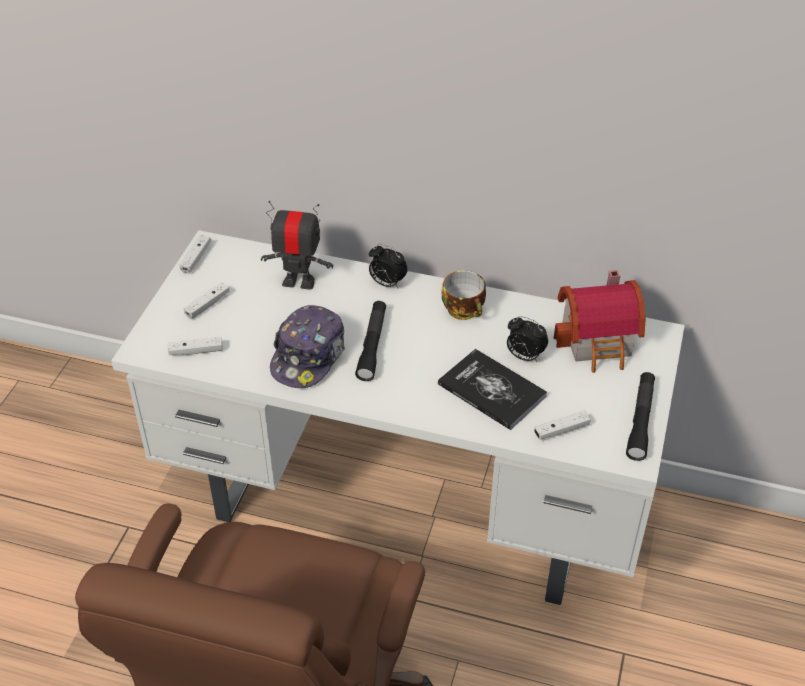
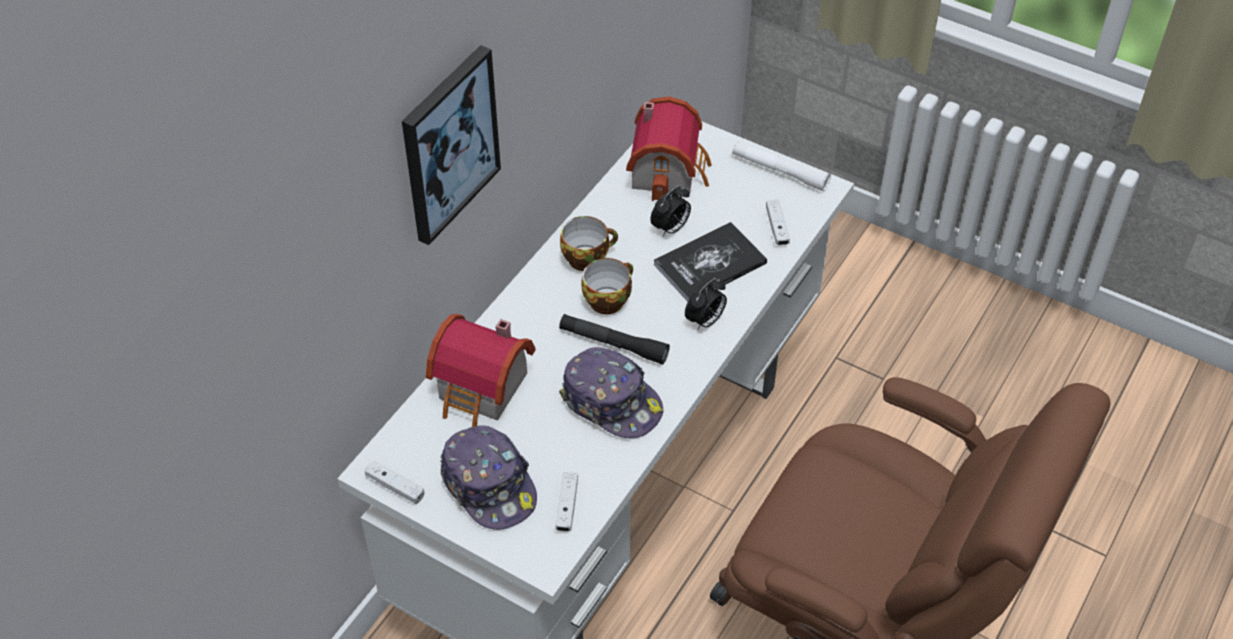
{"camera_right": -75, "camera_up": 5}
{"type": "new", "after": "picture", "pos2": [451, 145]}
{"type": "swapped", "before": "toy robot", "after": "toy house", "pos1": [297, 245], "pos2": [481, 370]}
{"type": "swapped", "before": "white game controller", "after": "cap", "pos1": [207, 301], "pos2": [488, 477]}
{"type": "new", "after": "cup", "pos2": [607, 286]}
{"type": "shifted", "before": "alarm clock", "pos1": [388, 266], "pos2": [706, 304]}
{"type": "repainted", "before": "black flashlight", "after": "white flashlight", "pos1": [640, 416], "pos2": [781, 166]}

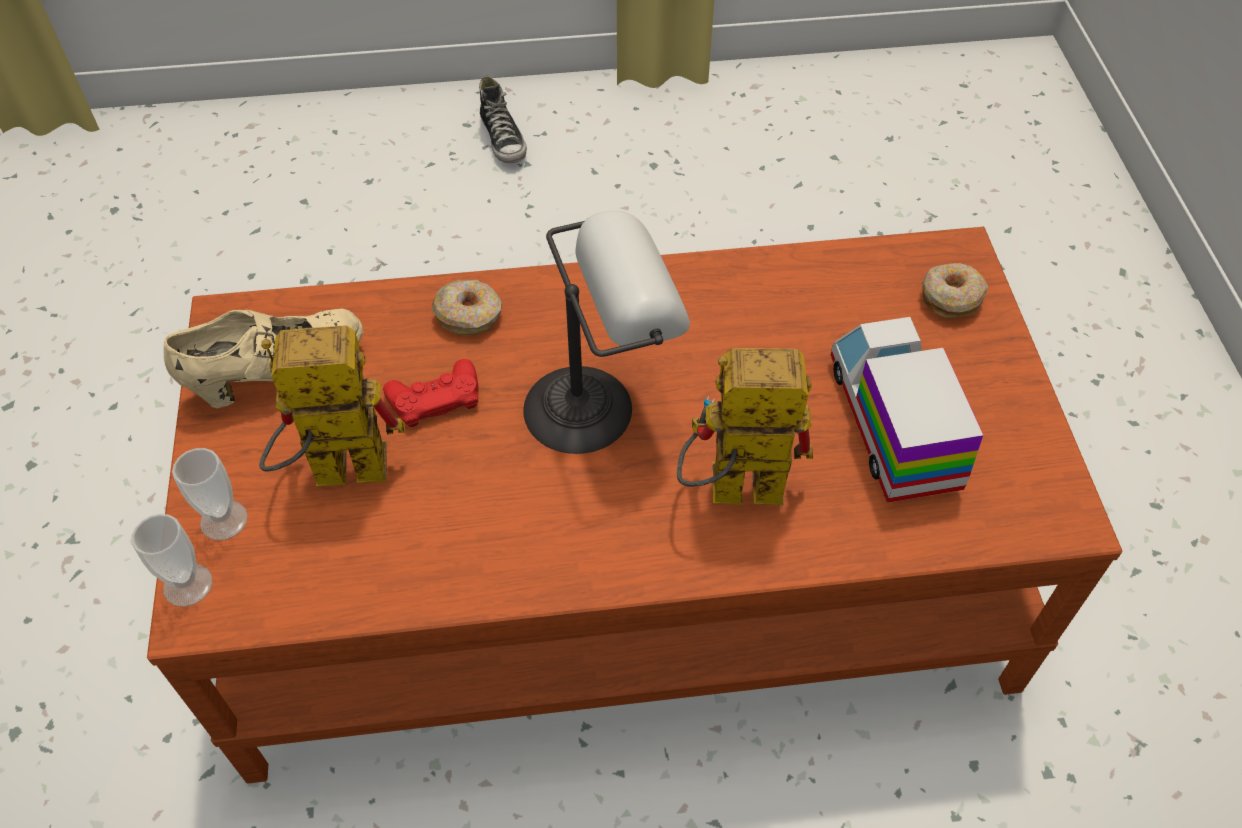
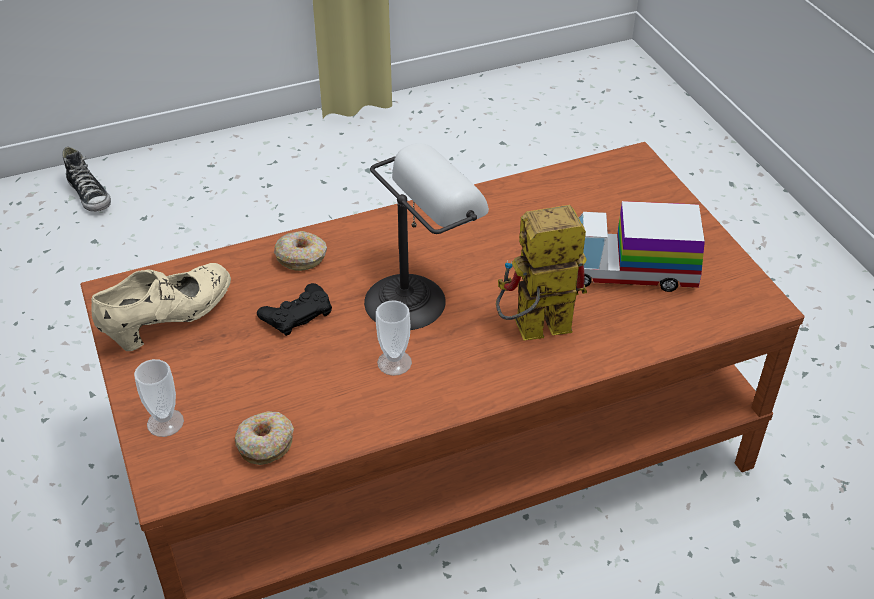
{"camera_right": -15, "camera_up": -10}
{"type": "shifted", "before": "shoe", "pos1": [503, 119], "pos2": [86, 179]}
{"type": "shifted", "before": "donut", "pos1": [955, 290], "pos2": [264, 438]}
{"type": "repainted", "before": "red game controller", "after": "black game controller", "pos1": [431, 393], "pos2": [294, 309]}
{"type": "shifted", "before": "cup", "pos1": [172, 560], "pos2": [394, 338]}
{"type": "rotated", "before": "toy truck", "pos1": [907, 410], "pos2": [641, 246], "turn": -60}
{"type": "gone", "before": "toy robot", "pos1": [332, 405]}

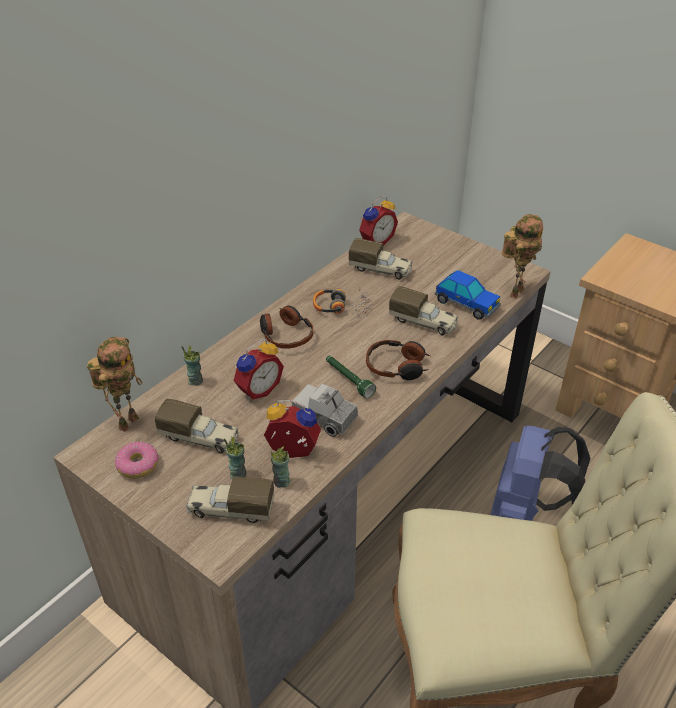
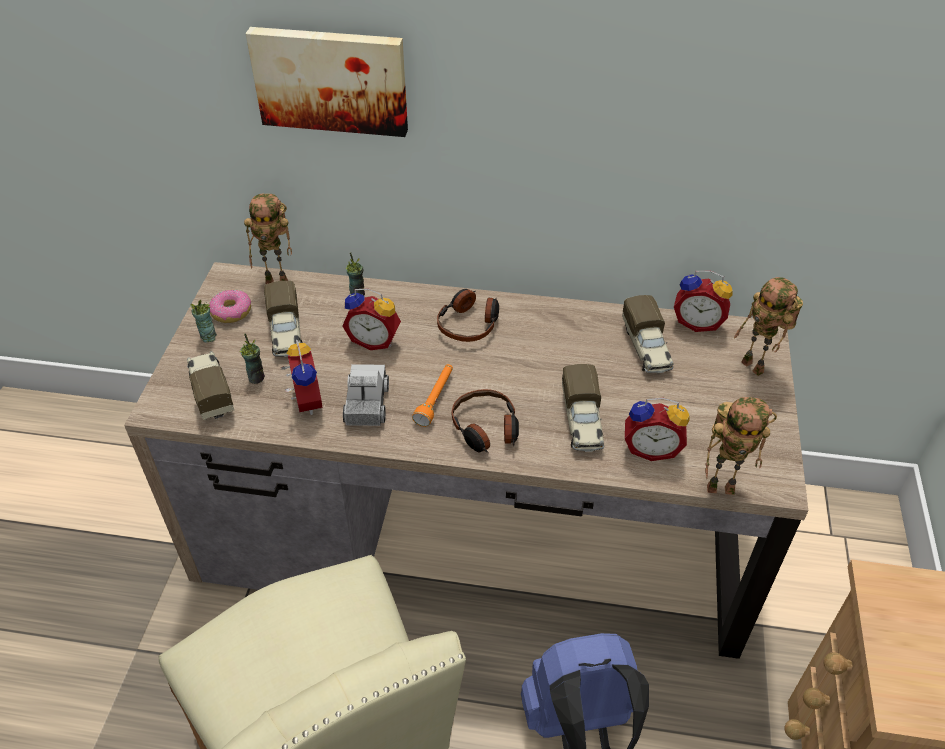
{"camera_right": 60, "camera_up": 5}
{"type": "shifted", "before": "cup", "pos1": [281, 467], "pos2": [203, 321]}
{"type": "new", "after": "picture", "pos2": [326, 82]}
{"type": "repainted", "before": "green flashlight", "after": "orange flashlight", "pos1": [351, 377], "pos2": [432, 395]}
{"type": "swapped", "before": "toy car", "after": "alarm clock", "pos1": [468, 295], "pos2": [657, 429]}
{"type": "new", "after": "toy robot", "pos2": [768, 326]}
{"type": "gone", "before": "headphones", "pos1": [342, 303]}

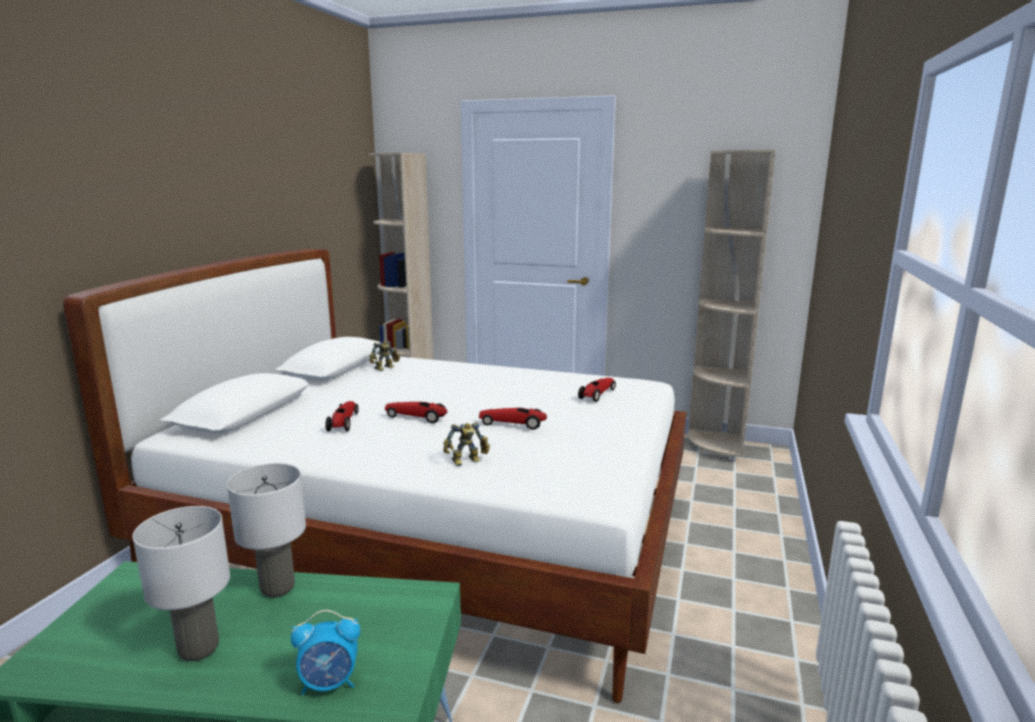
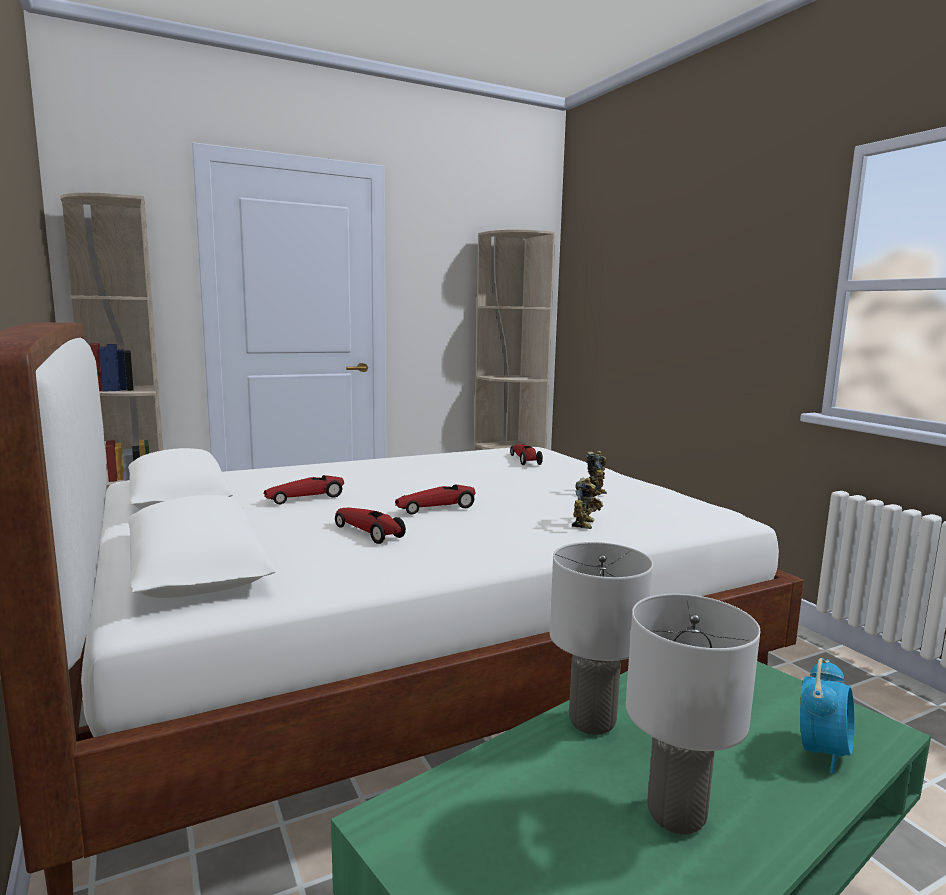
{"camera_right": -45, "camera_up": -5}
{"type": "shifted", "before": "toy car", "pos1": [513, 419], "pos2": [304, 489]}
{"type": "shifted", "before": "toy robot", "pos1": [384, 356], "pos2": [596, 472]}

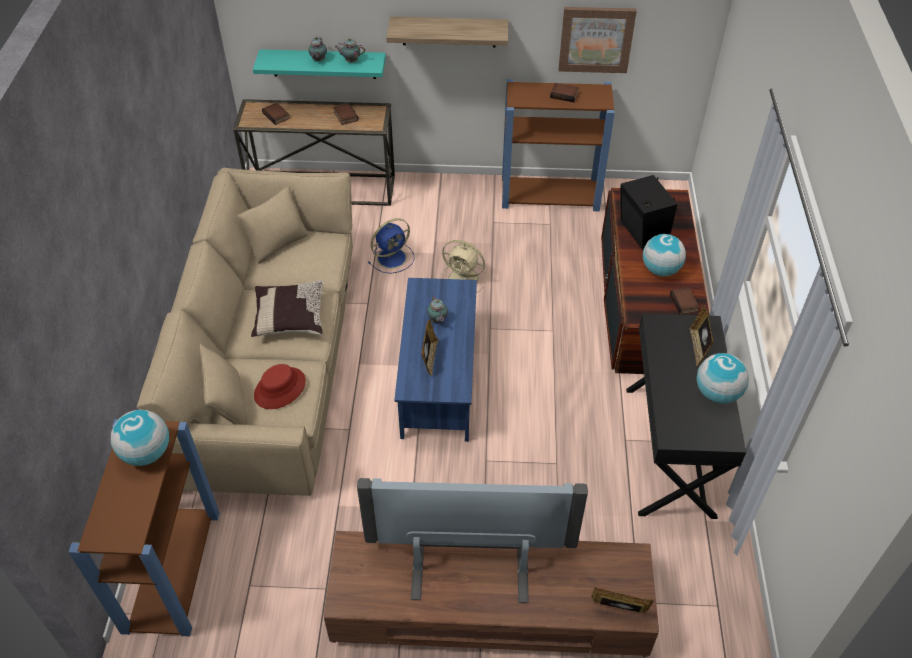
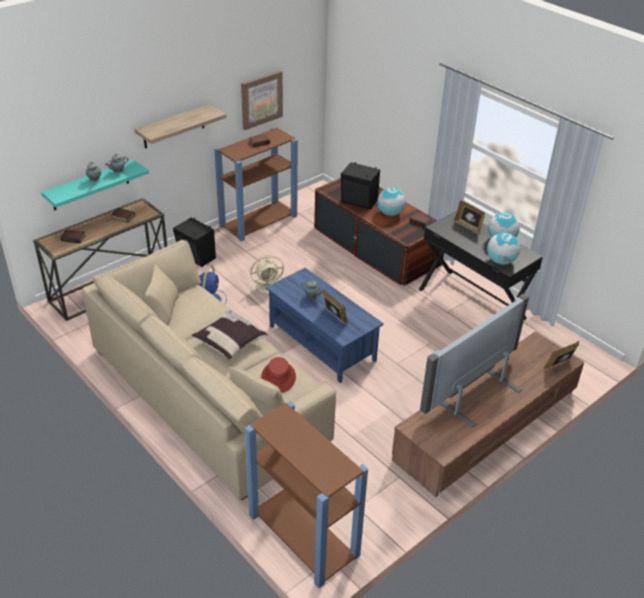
{"camera_right": -45, "camera_up": -10}
{"type": "new", "after": "black speaker", "pos2": [194, 242]}
{"type": "shifted", "before": "globe", "pos1": [140, 438], "pos2": [503, 248]}

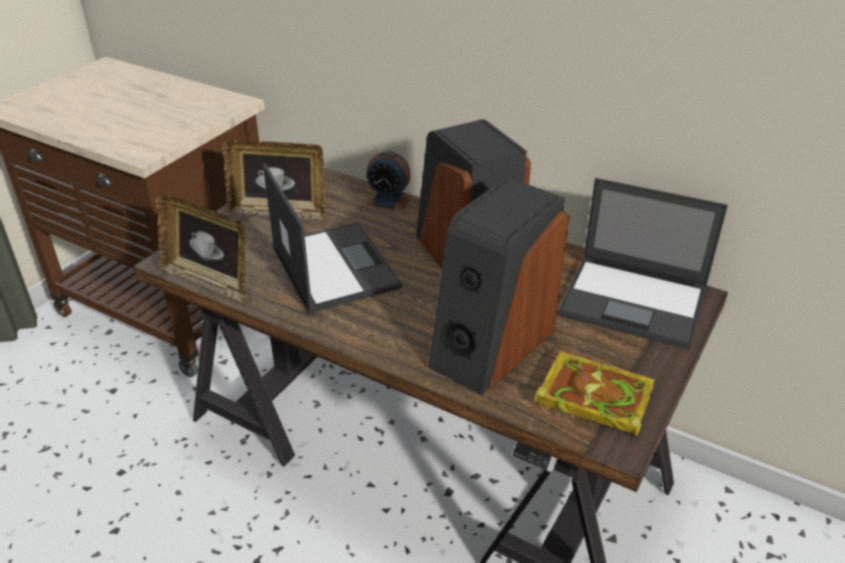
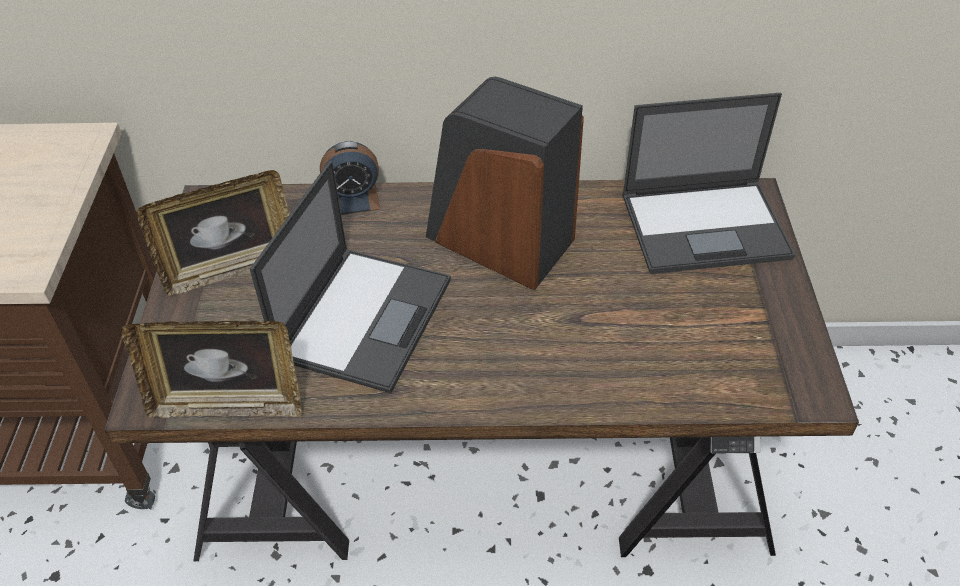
{"camera_right": -30, "camera_up": 10}
{"type": "rotated", "before": "laptop", "pos1": [332, 238], "pos2": [350, 277], "turn": 75}
{"type": "gone", "before": "speaker", "pos1": [498, 286]}
{"type": "gone", "before": "book", "pos1": [594, 394]}

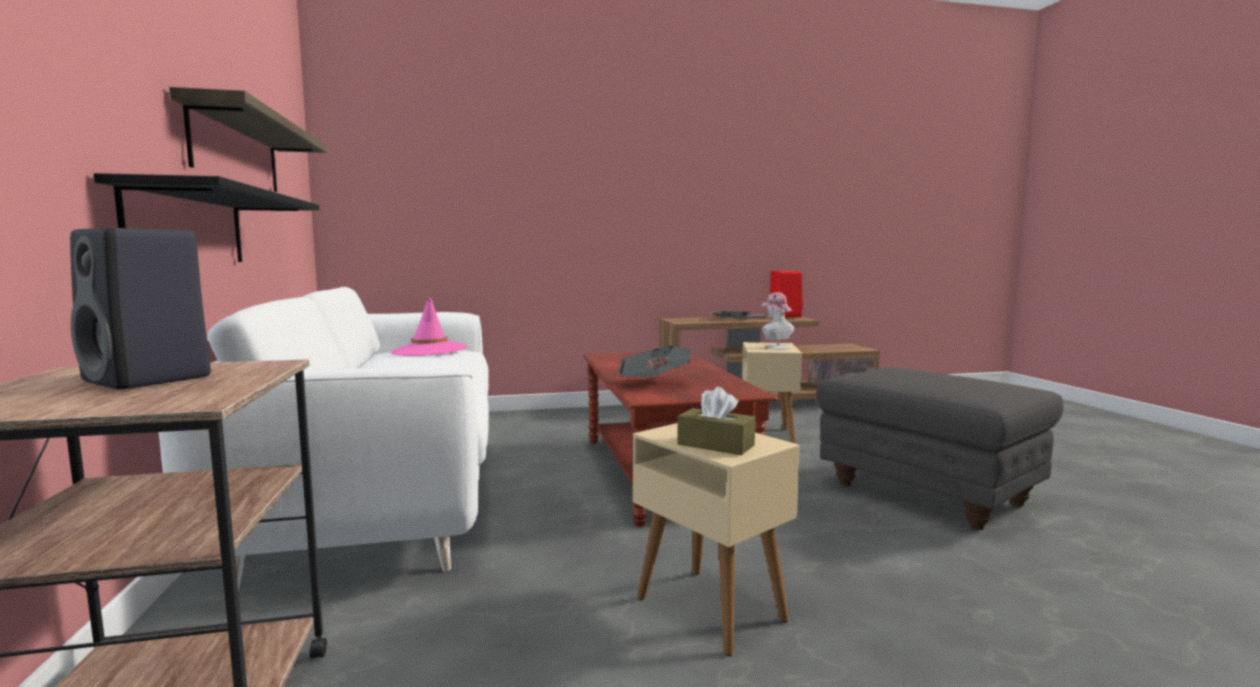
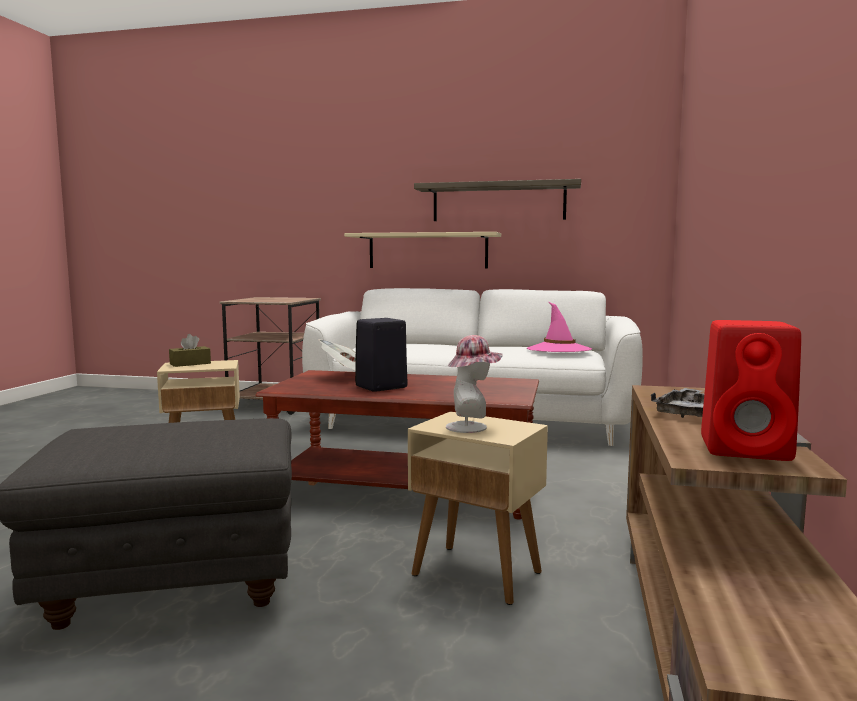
{"camera_right": 115, "camera_up": 0}
{"type": "repainted", "before": "black shelf", "after": "beige shelf", "pos1": [206, 217], "pos2": [422, 250]}
{"type": "shifted", "before": "black speaker", "pos1": [140, 309], "pos2": [381, 355]}

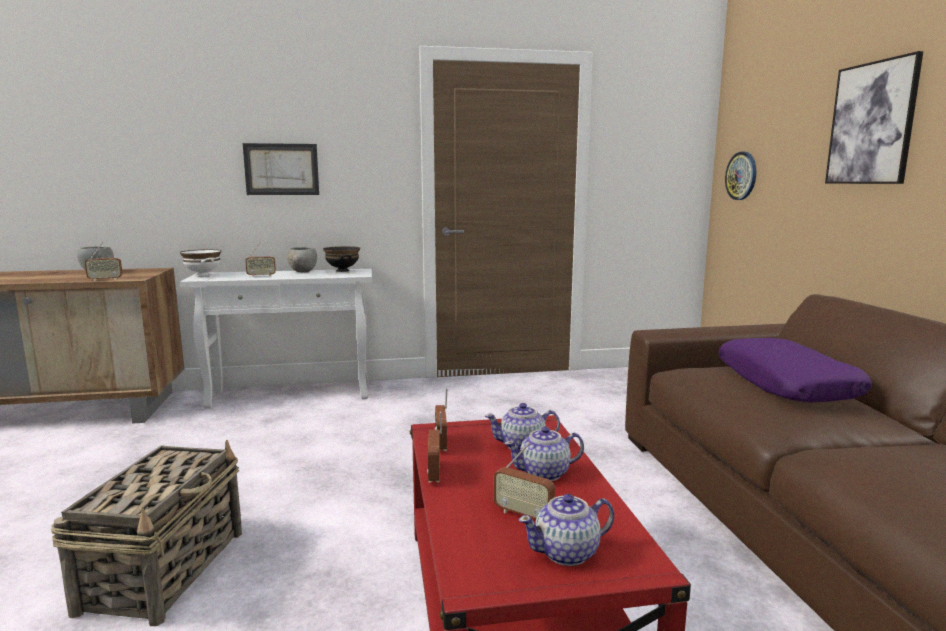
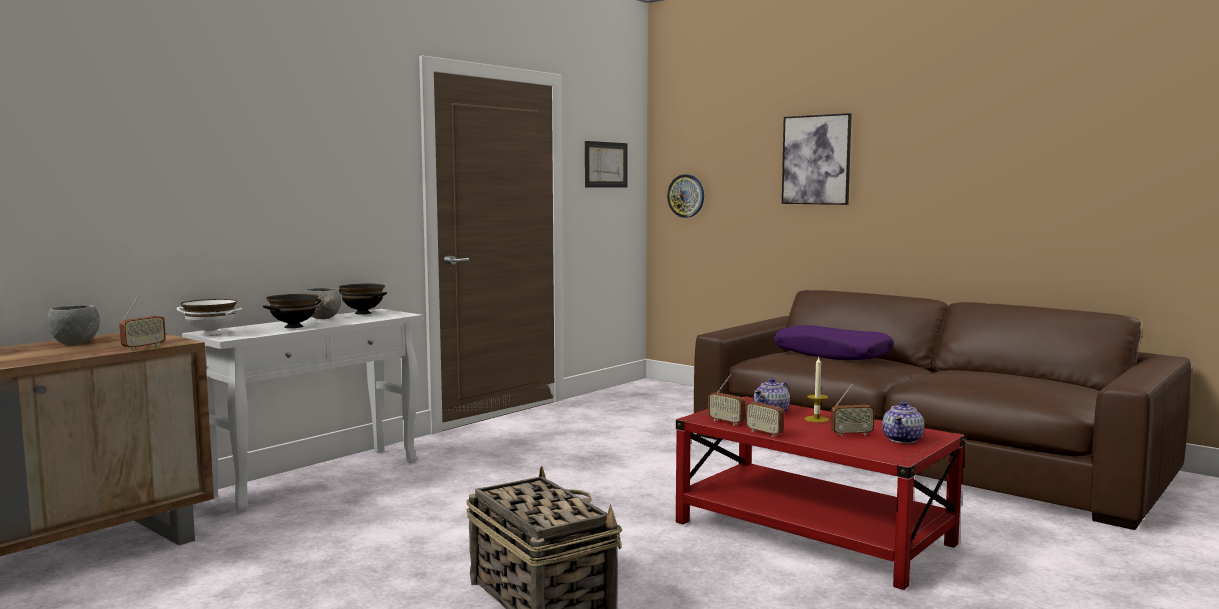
{"camera_right": -40, "camera_up": -5}
{"type": "swapped", "before": "radio", "after": "black bowl", "pos1": [260, 259], "pos2": [292, 311]}
{"type": "shifted", "before": "picture", "pos1": [281, 169], "pos2": [606, 164]}
{"type": "swapped", "before": "teapot", "after": "candle", "pos1": [544, 453], "pos2": [817, 390]}

